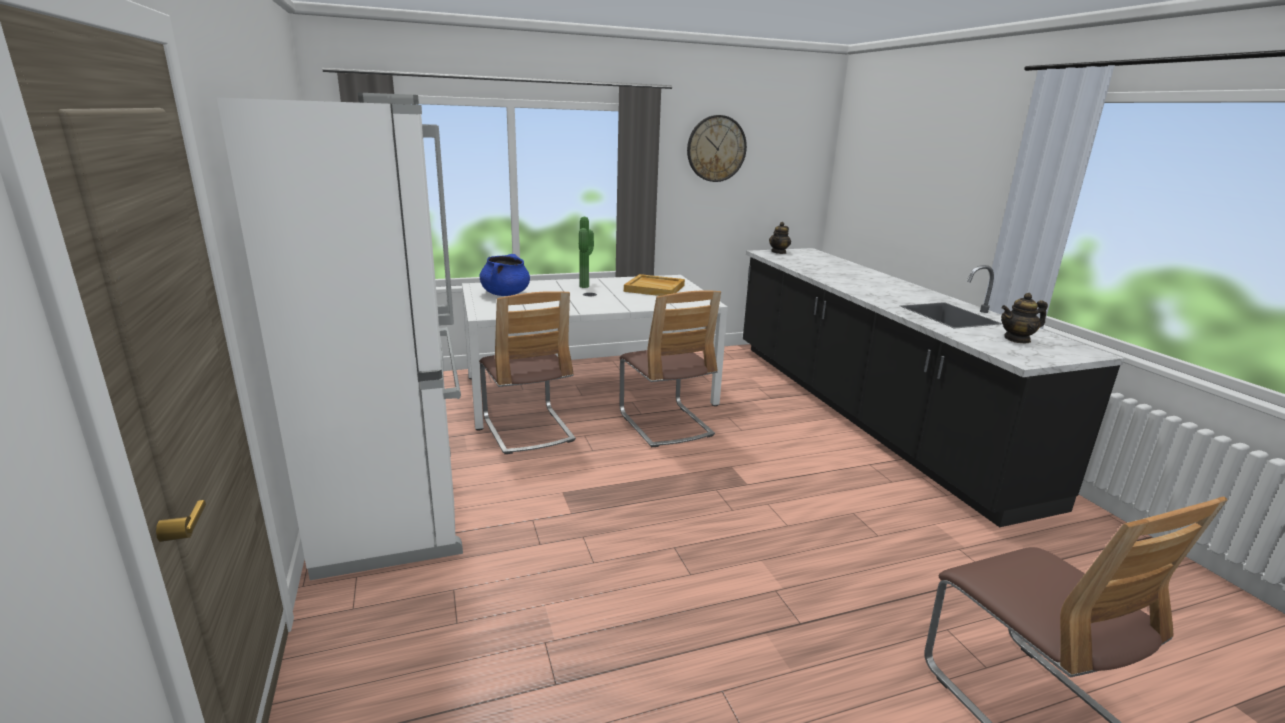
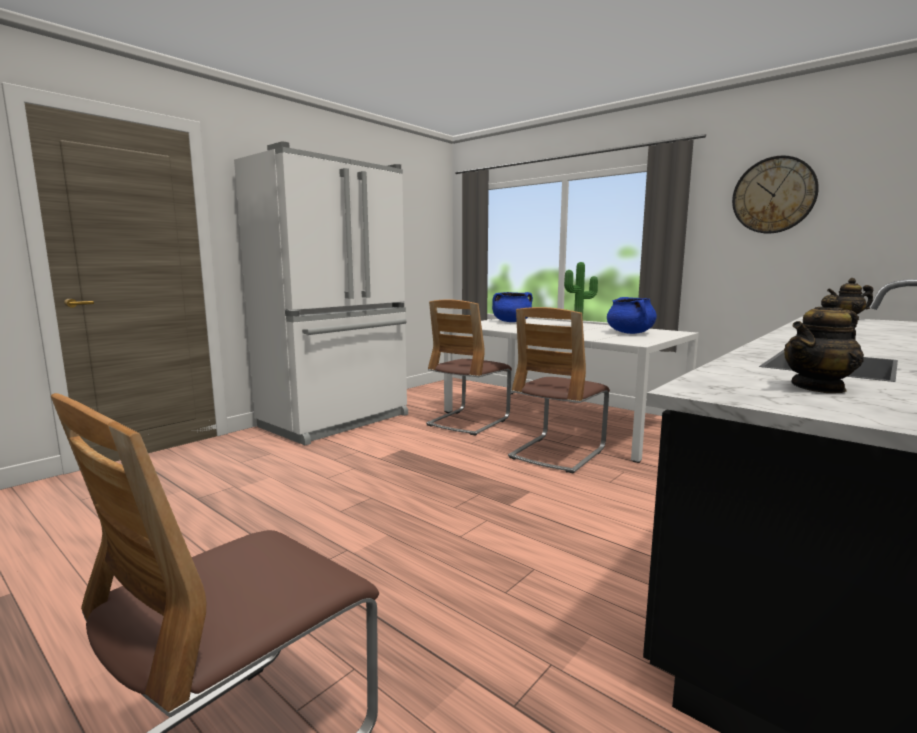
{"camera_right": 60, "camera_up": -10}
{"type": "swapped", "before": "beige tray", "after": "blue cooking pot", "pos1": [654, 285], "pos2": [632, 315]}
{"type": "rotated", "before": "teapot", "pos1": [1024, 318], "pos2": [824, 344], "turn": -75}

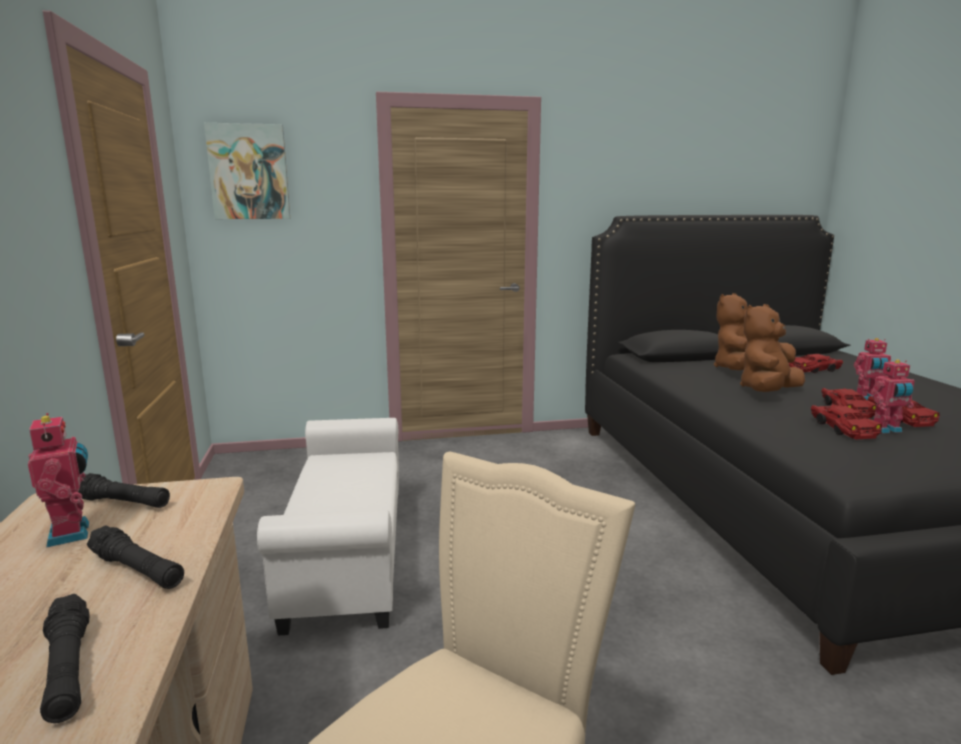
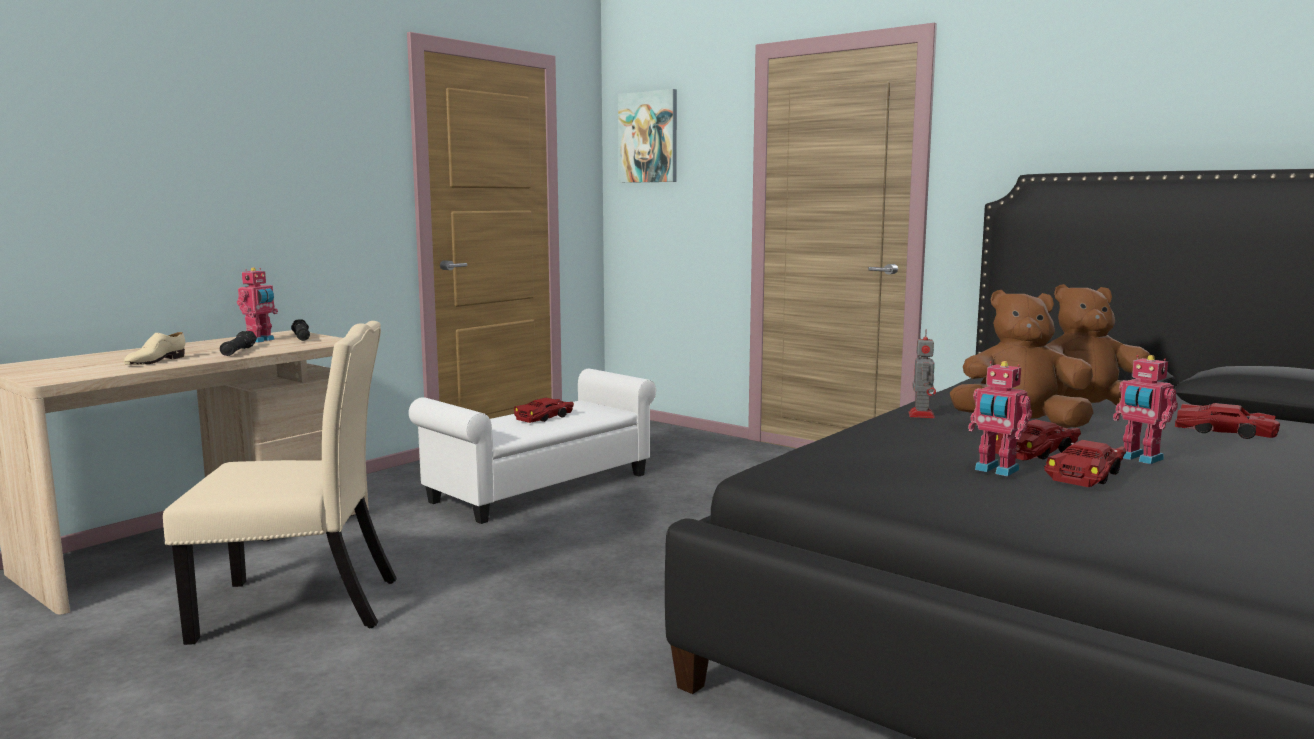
{"camera_right": 50, "camera_up": -5}
{"type": "swapped", "before": "black flashlight", "after": "beige shoe", "pos1": [64, 658], "pos2": [154, 348]}
{"type": "shifted", "before": "red toy car", "pos1": [846, 421], "pos2": [544, 410]}
{"type": "new", "after": "toy robot", "pos2": [922, 375]}

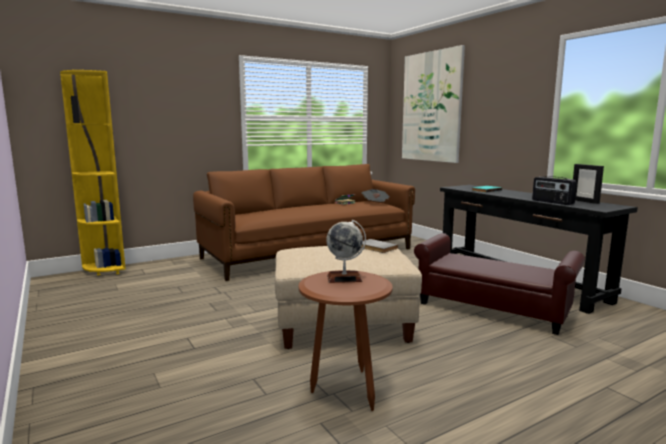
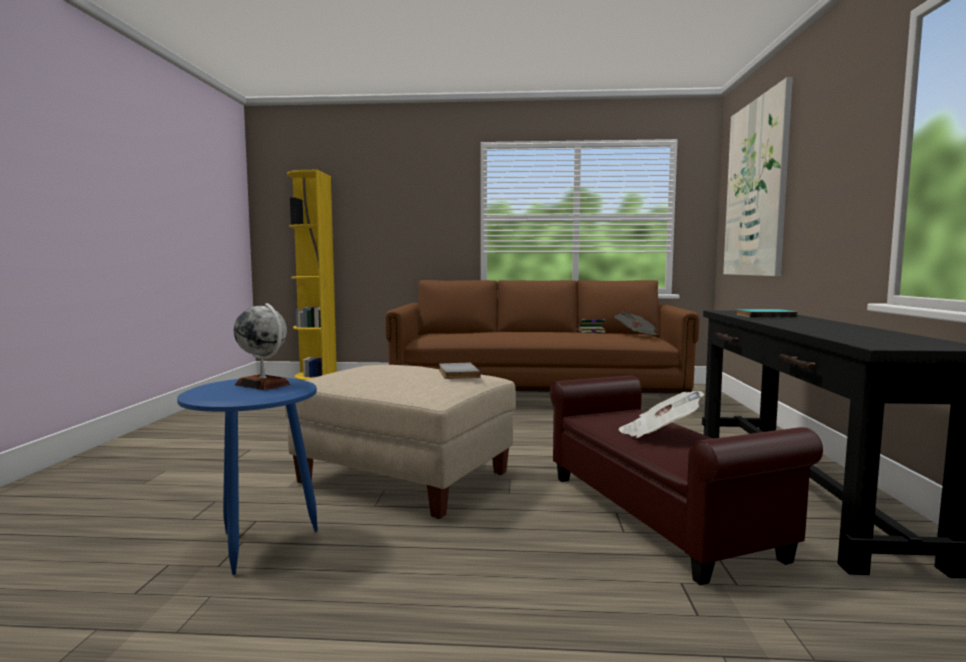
{"camera_right": 35, "camera_up": -5}
{"type": "repainted", "before": "brown side table", "after": "blue side table", "pos1": [346, 340], "pos2": [247, 476]}
{"type": "new", "after": "newspaper", "pos2": [661, 414]}
{"type": "gone", "before": "radio", "pos1": [554, 190]}
{"type": "gone", "before": "picture frame", "pos1": [588, 184]}

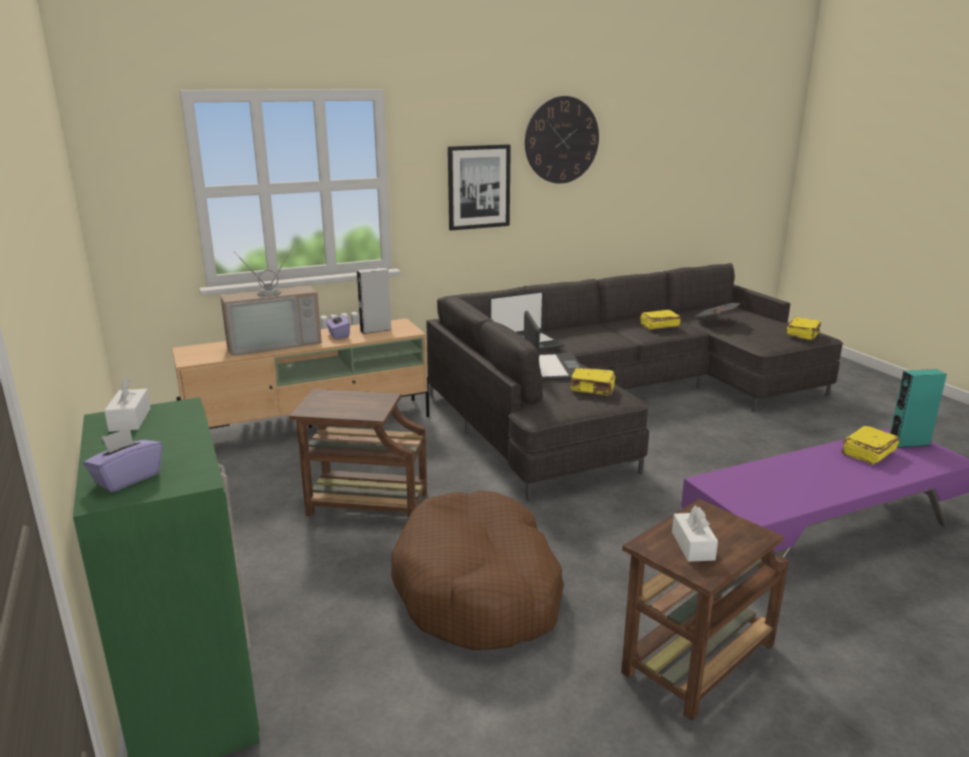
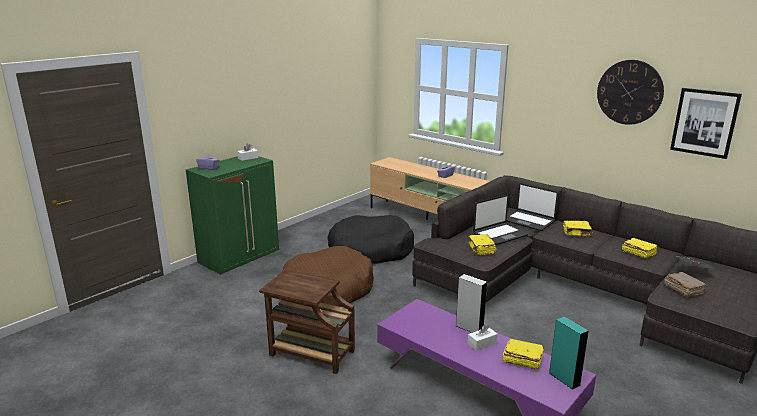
{"camera_right": 65, "camera_up": 0}
{"type": "swapped", "before": "brown side table", "after": "black dog bed", "pos1": [358, 453], "pos2": [371, 239]}
{"type": "shifted", "before": "grey speaker", "pos1": [374, 300], "pos2": [471, 303]}
{"type": "shifted", "before": "white tissue box", "pos1": [695, 534], "pos2": [483, 338]}
{"type": "shifted", "before": "yellow book", "pos1": [804, 328], "pos2": [578, 228]}
{"type": "new", "after": "brown book", "pos2": [685, 284]}
{"type": "shifted", "before": "picture", "pos1": [479, 187], "pos2": [706, 123]}
{"type": "gone", "before": "television", "pos1": [271, 301]}

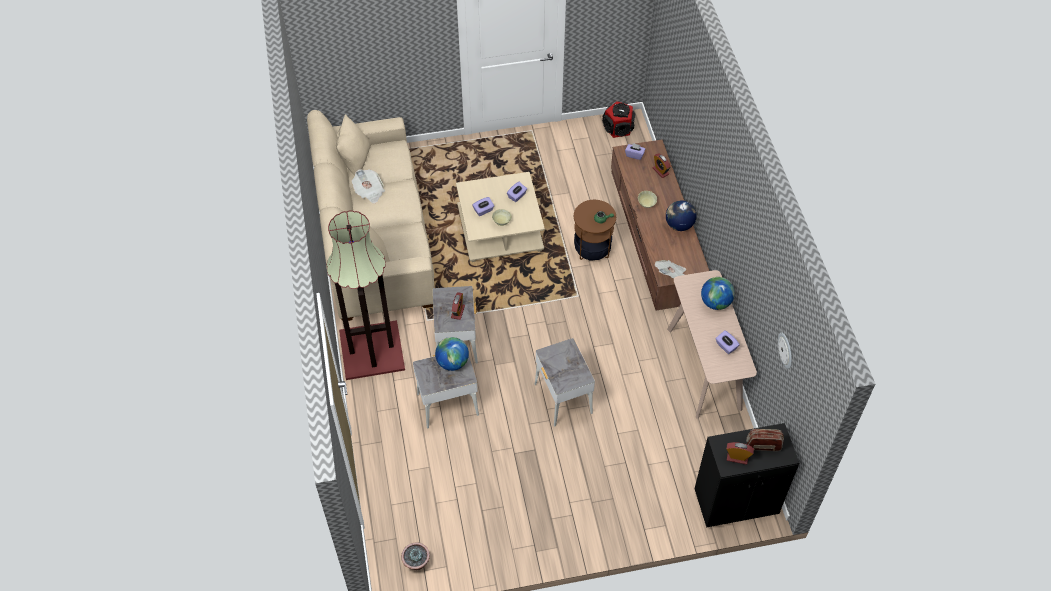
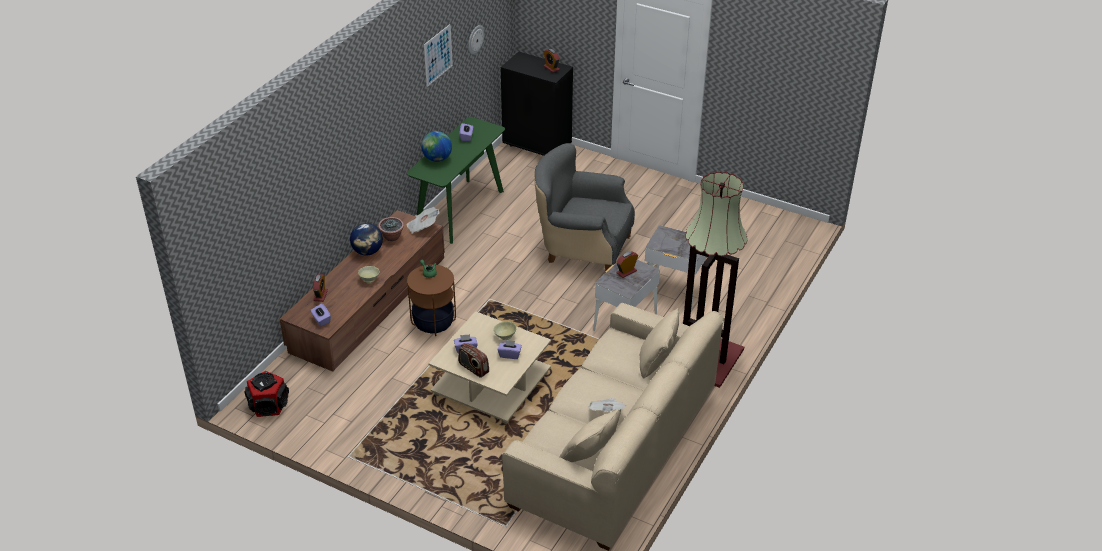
{"camera_right": -140, "camera_up": -15}
{"type": "shifted", "before": "potted plant", "pos1": [415, 556], "pos2": [391, 229]}
{"type": "repainted", "before": "beige console table", "after": "green console table", "pos1": [712, 344], "pos2": [456, 180]}
{"type": "new", "after": "picture", "pos2": [438, 55]}
{"type": "shifted", "before": "radio", "pos1": [765, 440], "pos2": [473, 360]}
{"type": "swapped", "before": "side table", "after": "grey armchair", "pos1": [565, 382], "pos2": [584, 207]}
{"type": "gone", "before": "globe", "pos1": [452, 354]}

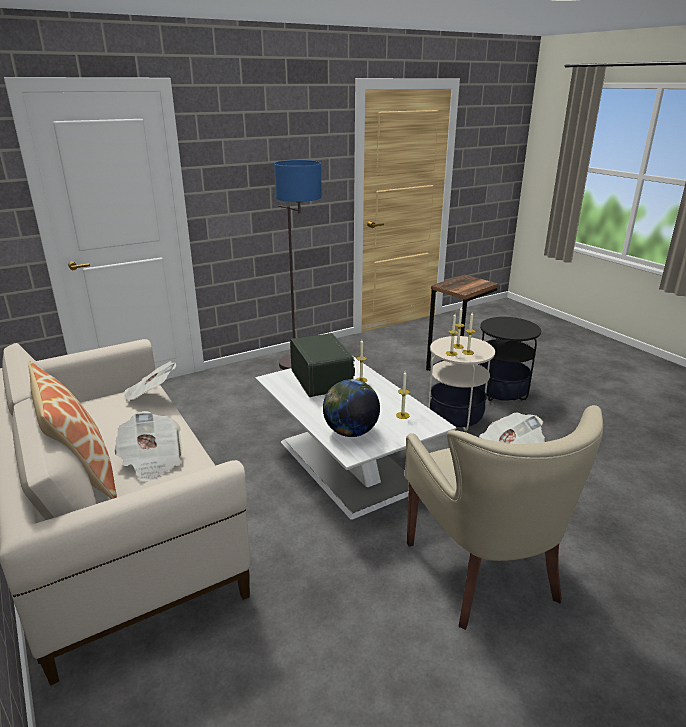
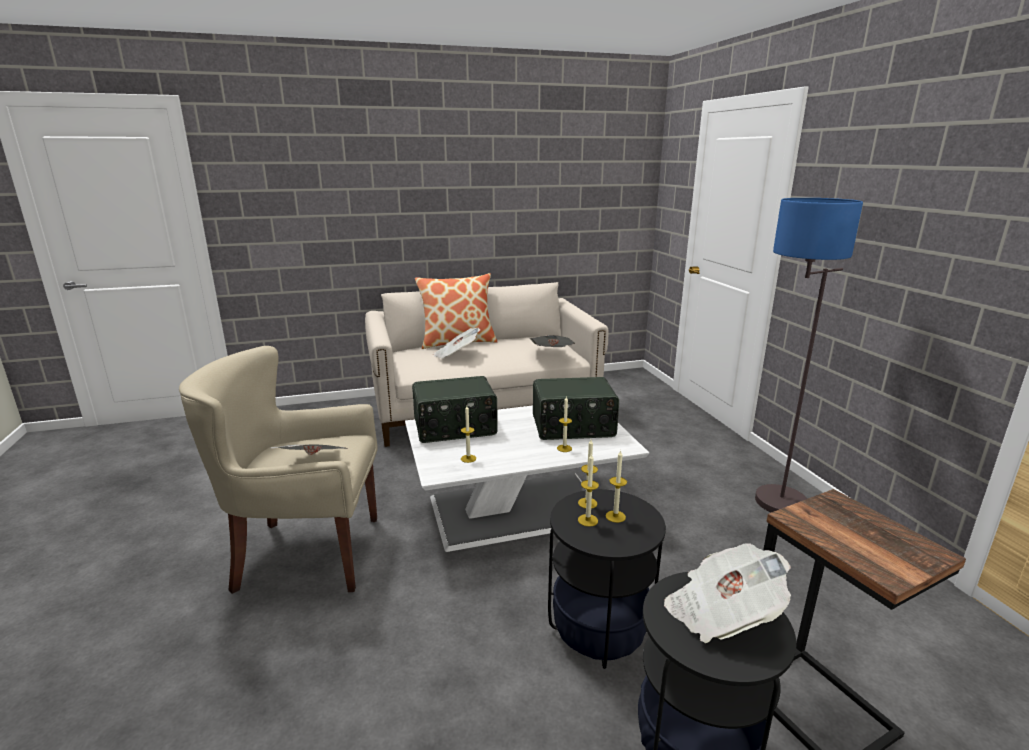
{"camera_right": 105, "camera_up": -5}
{"type": "swapped", "before": "globe", "after": "radio", "pos1": [351, 408], "pos2": [455, 409]}
{"type": "repainted", "before": "beige side table", "after": "black side table", "pos1": [461, 383], "pos2": [607, 579]}
{"type": "new", "after": "newspaper", "pos2": [727, 593]}

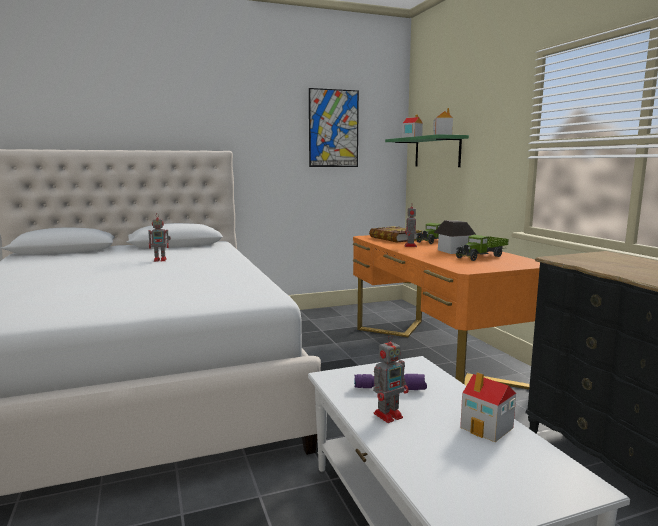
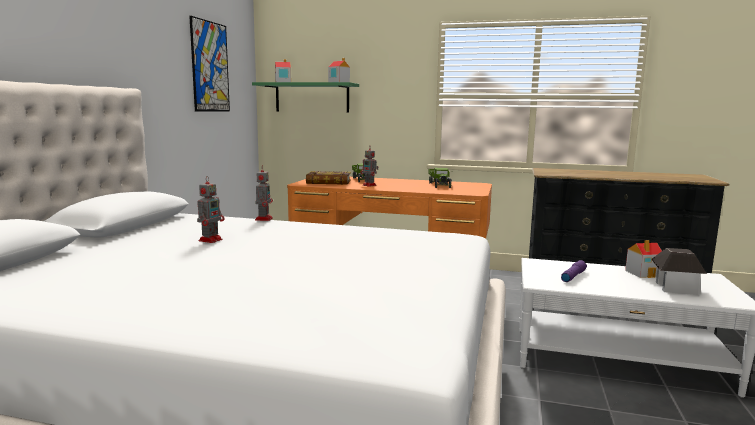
{"camera_right": -55, "camera_up": 0}
{"type": "shifted", "before": "toy robot", "pos1": [391, 379], "pos2": [264, 193]}
{"type": "shifted", "before": "toy house", "pos1": [455, 237], "pos2": [679, 271]}

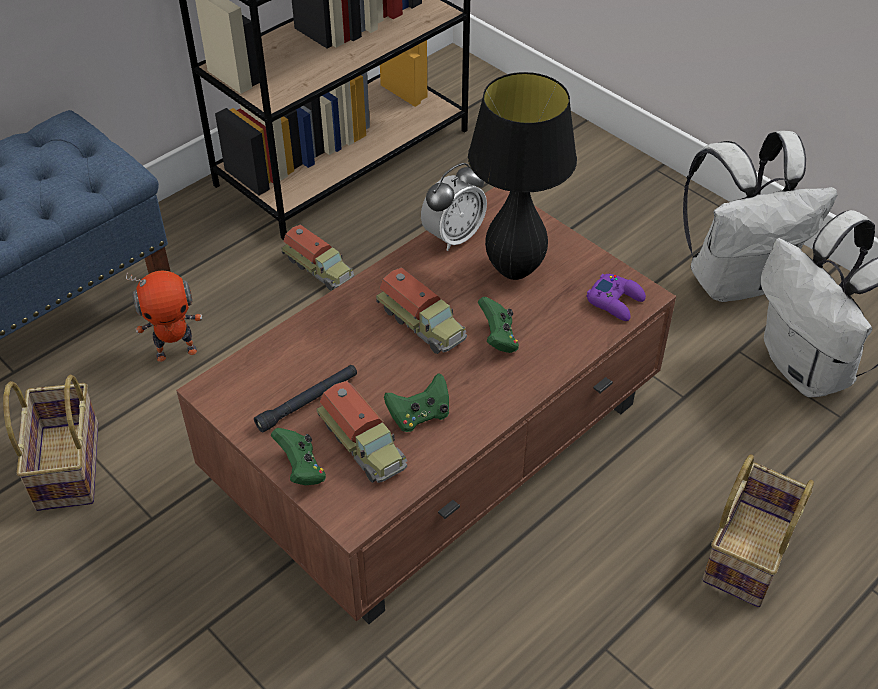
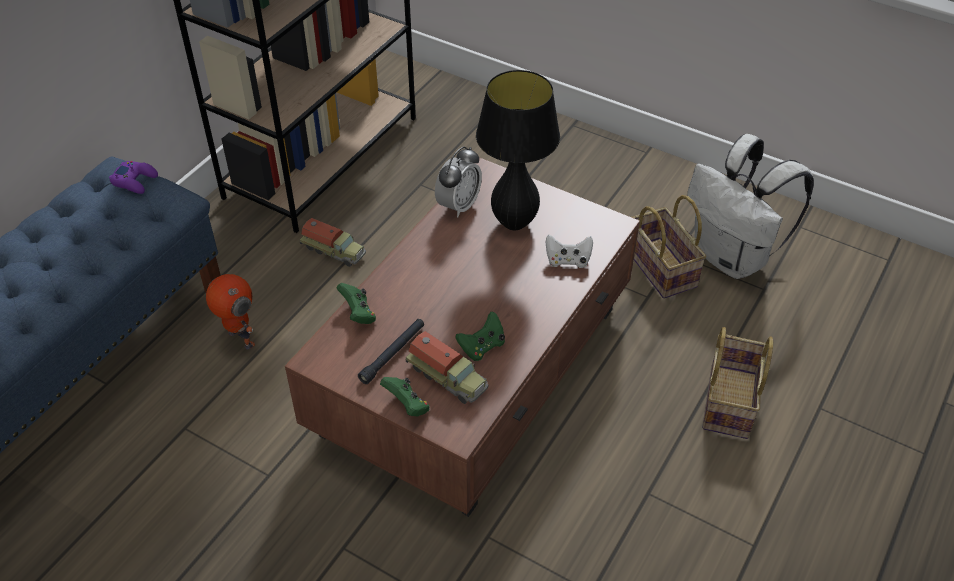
{"camera_right": -15, "camera_up": 0}
{"type": "shifted", "before": "purple game controller", "pos1": [616, 297], "pos2": [133, 177]}
{"type": "rotated", "before": "toy robot", "pos1": [164, 316], "pos2": [230, 312], "turn": -105}
{"type": "shifted", "before": "green game controller", "pos1": [498, 325], "pos2": [356, 303]}
{"type": "new", "after": "white game controller", "pos2": [569, 251]}
{"type": "shifted", "before": "basket", "pos1": [50, 443], "pos2": [669, 247]}
{"type": "gone", "before": "toy truck", "pos1": [421, 310]}
{"type": "gone", "before": "white backpack", "pos1": [760, 216]}

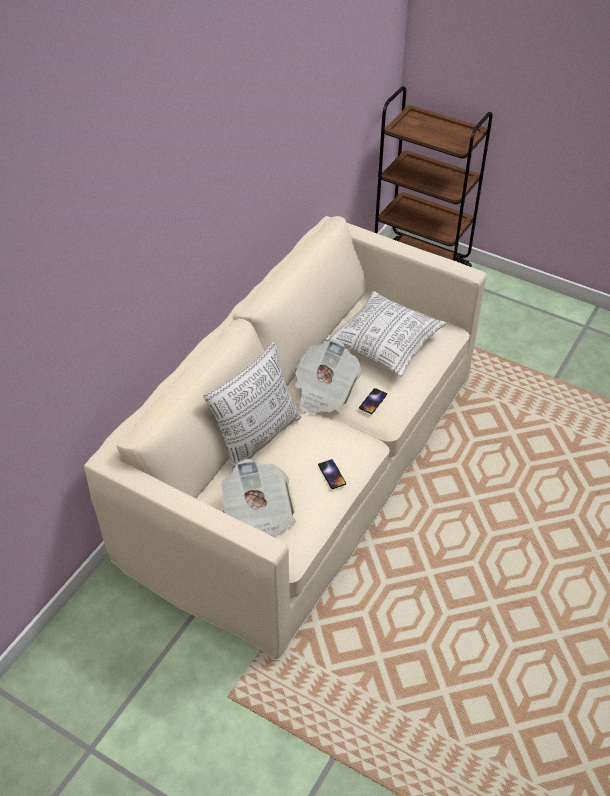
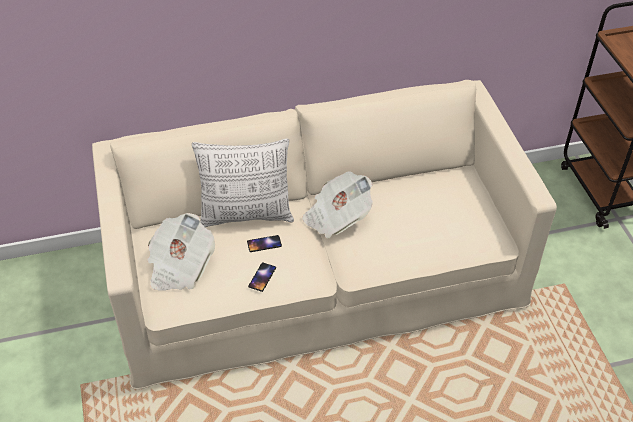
{"camera_right": 45, "camera_up": 0}
{"type": "shifted", "before": "phone", "pos1": [373, 401], "pos2": [264, 243]}
{"type": "gone", "before": "pillow", "pos1": [386, 334]}

